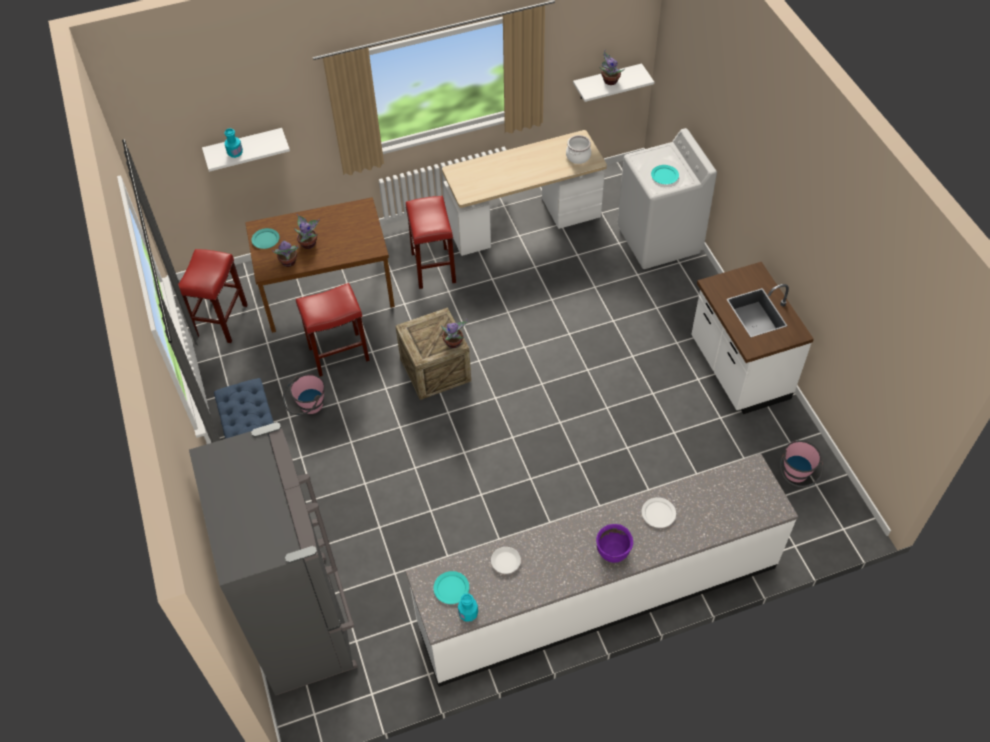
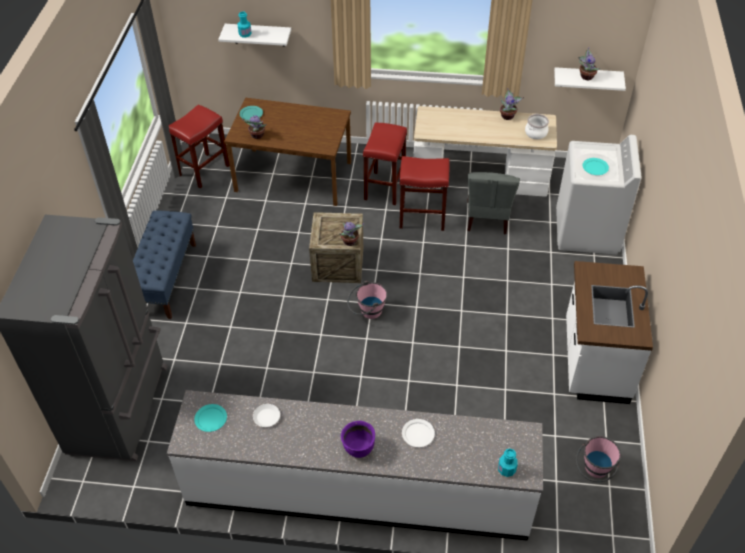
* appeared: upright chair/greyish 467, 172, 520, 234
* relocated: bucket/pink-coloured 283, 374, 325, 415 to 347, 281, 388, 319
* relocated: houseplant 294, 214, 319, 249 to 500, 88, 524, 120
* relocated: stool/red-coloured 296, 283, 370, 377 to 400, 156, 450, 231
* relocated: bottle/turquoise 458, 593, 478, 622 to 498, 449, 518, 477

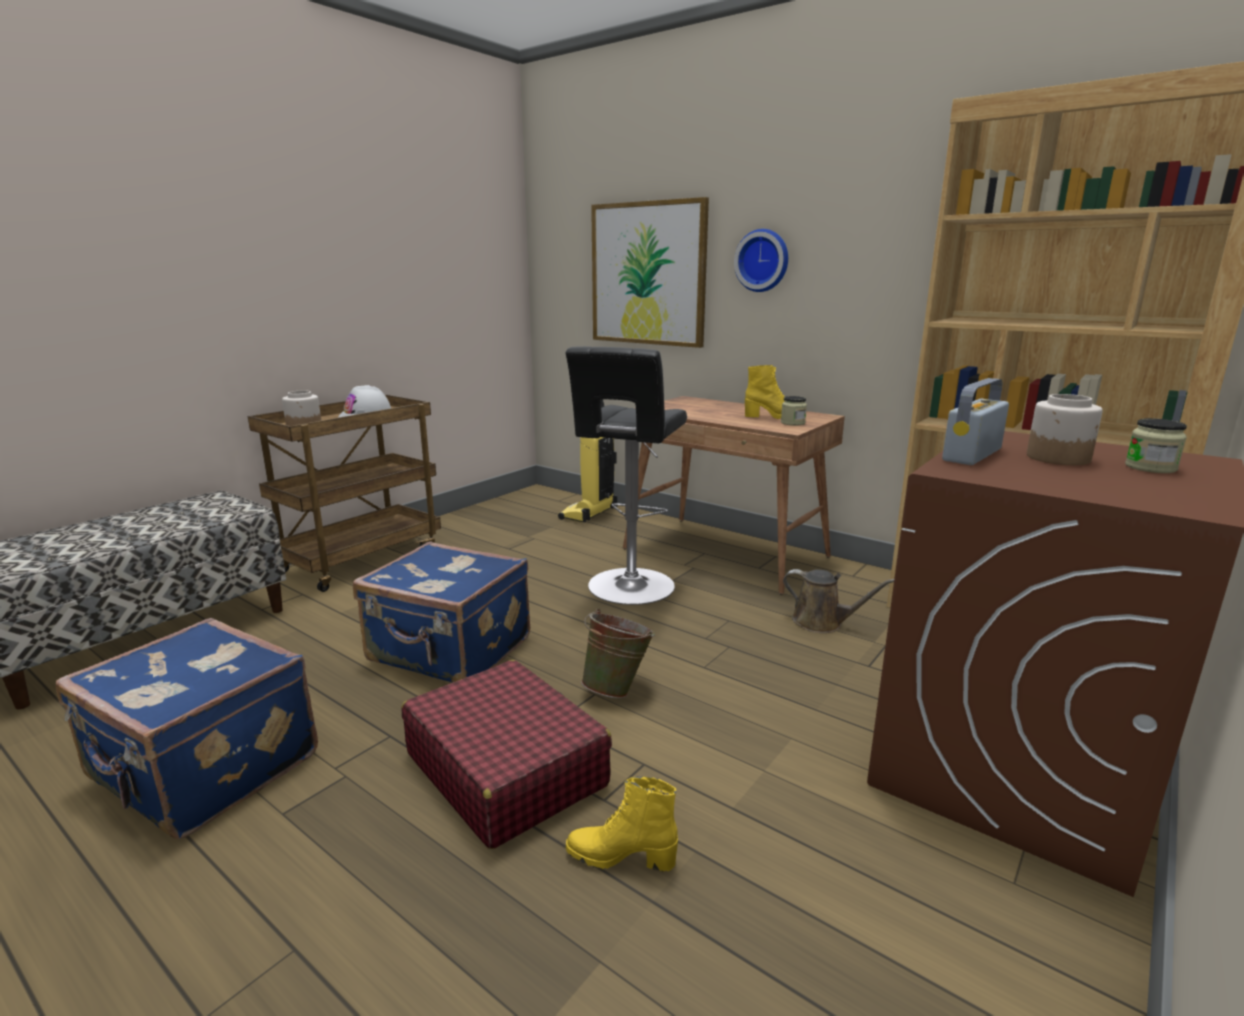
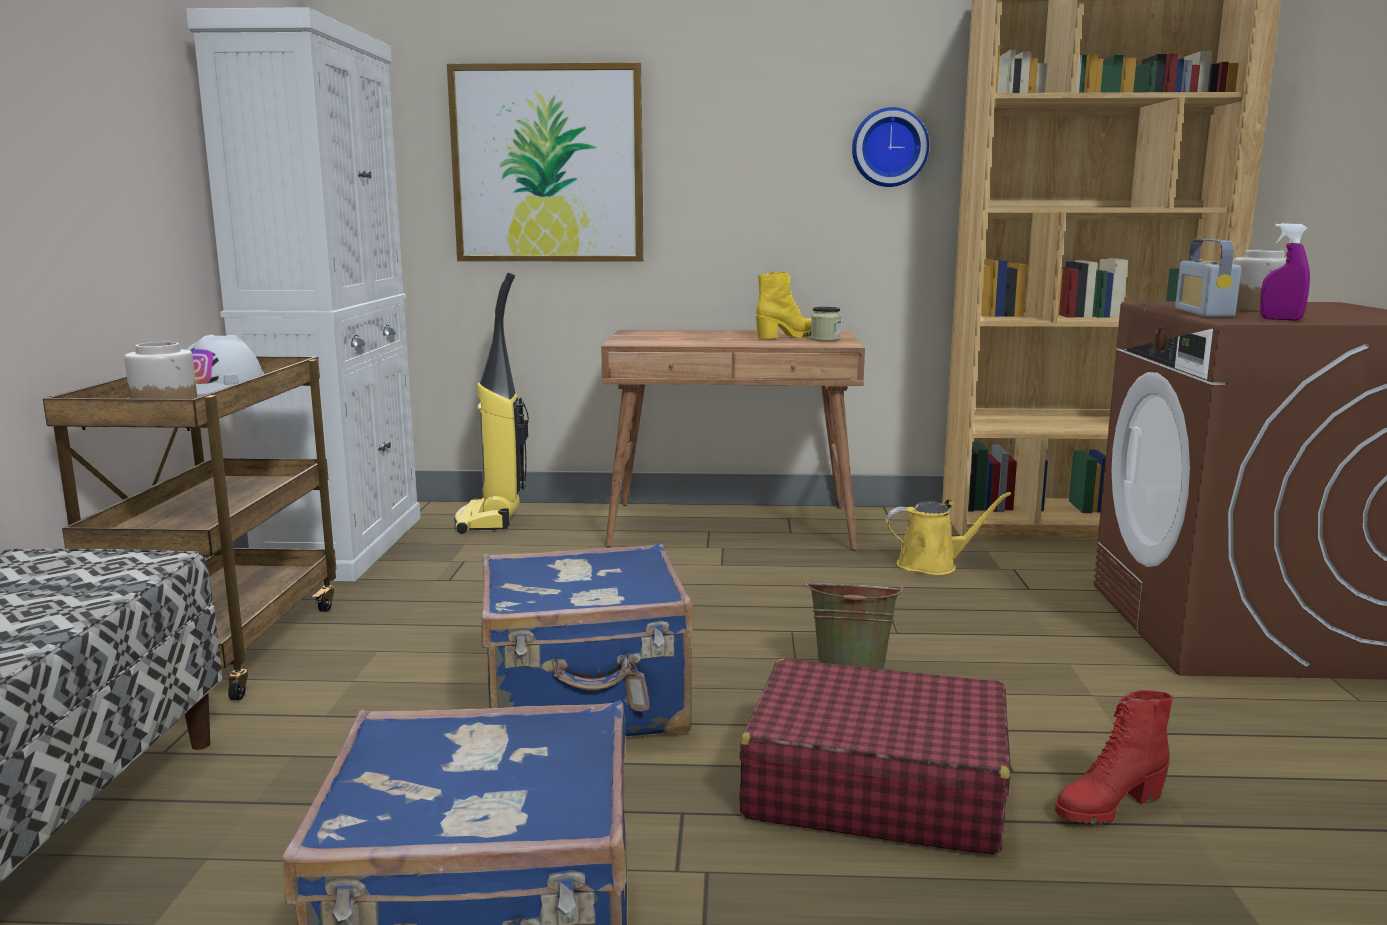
* missing: stool/blackish 566, 346, 687, 605
* missing: jar 1125, 418, 1187, 473
* appeared: cupboard/white-coloured 186, 7, 421, 581
* appeared: hand sprayer/purple-coloured 1260, 223, 1310, 321
* relocated: wall clock 734, 229, 788, 292 to 852, 107, 929, 187
* colour: boot/yellow 566, 776, 678, 872 to boot/red-coloured 1055, 690, 1173, 824
* colour: watering pot/brownish 783, 569, 894, 633 to watering pot/yellow 886, 492, 1011, 575

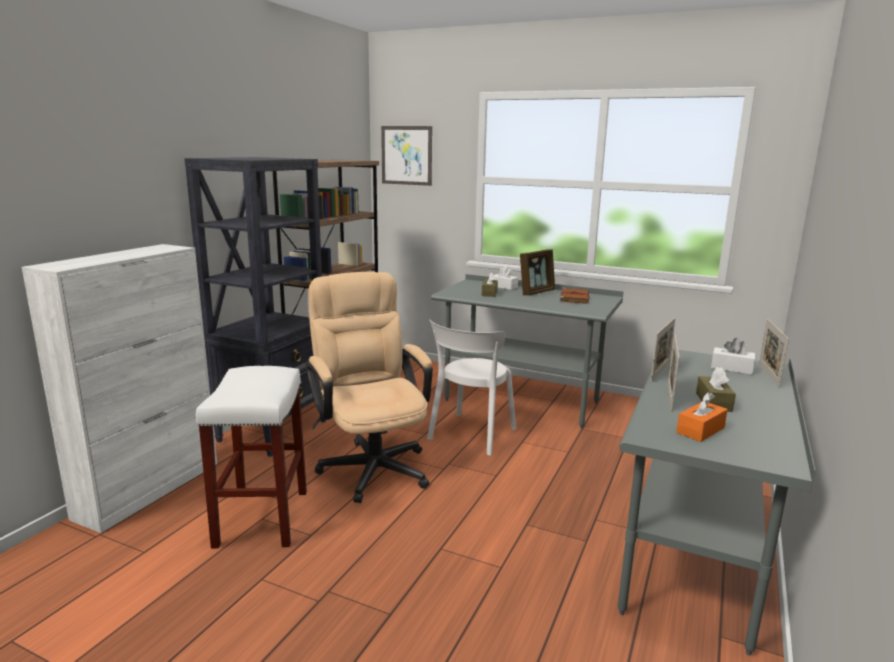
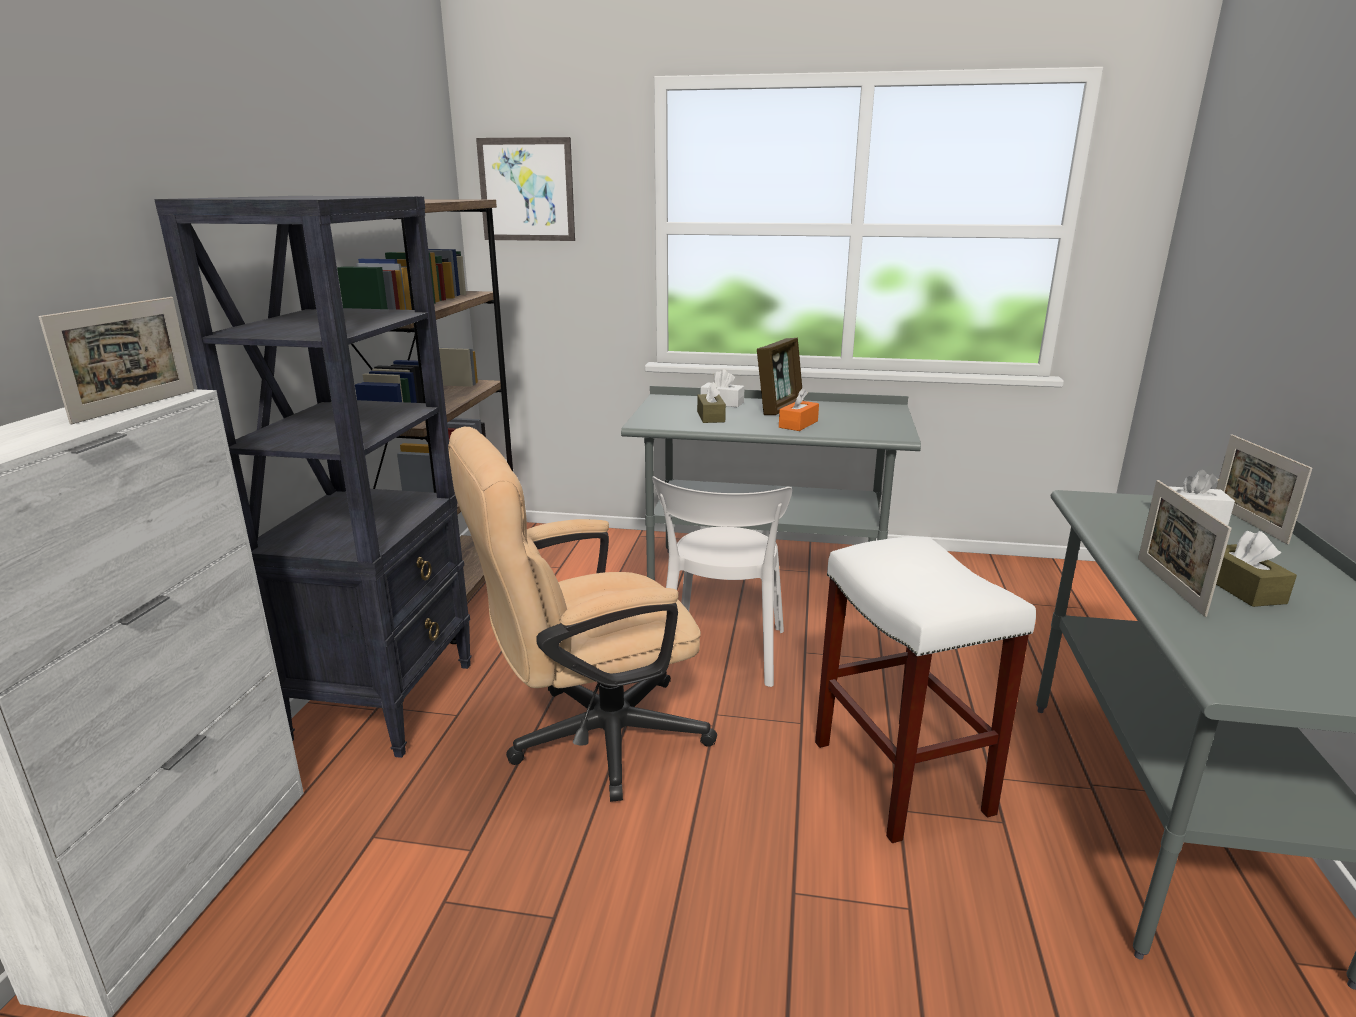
* missing: volume/brownish 559, 288, 589, 304
* relocated: stool/white-coloured 196, 366, 307, 548 to 815, 537, 1036, 843
* relocated: photo frame 651, 318, 675, 382 to 39, 297, 194, 424
* relocated: tissue holder/orangey 676, 392, 728, 442 to 779, 388, 819, 431
* spun: computer chair/beige-coloured 305, 272, 433, 503 = 448, 427, 717, 802 75 degrees counterclockwise

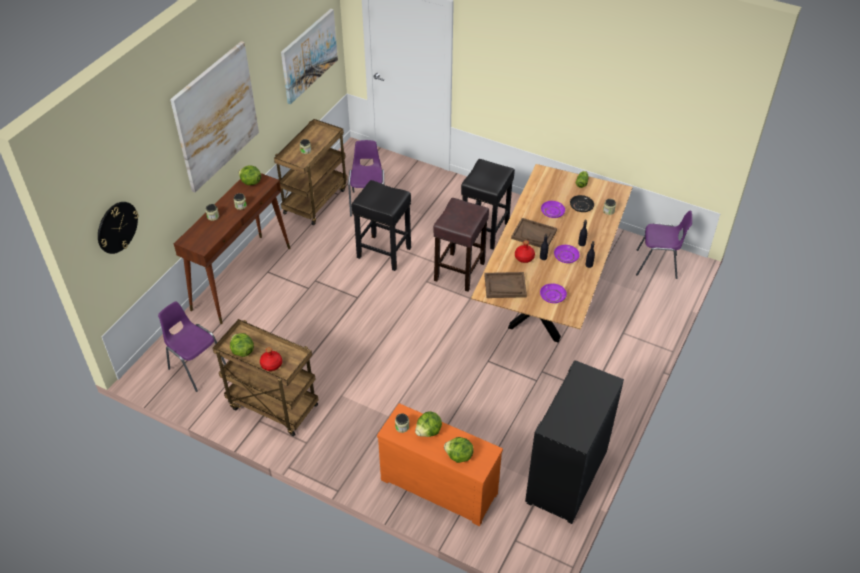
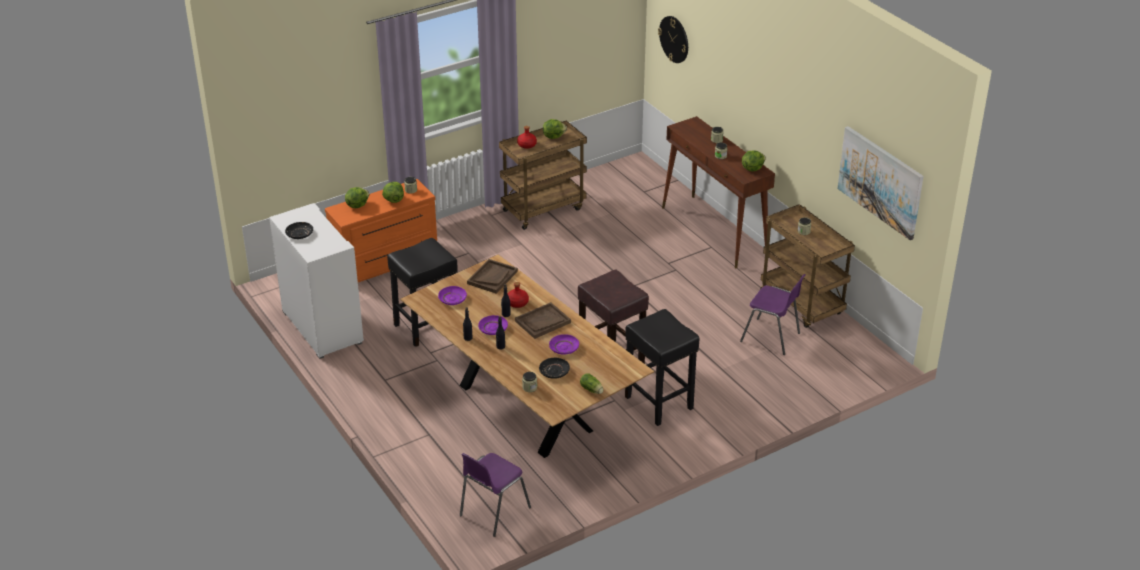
* missing: upright chair/purple-coloured 158, 301, 226, 392
* missing: wall picture 170, 41, 259, 192
* appeared: plate/blackish 285, 222, 313, 239
* relocated: stool/blackish 351, 180, 411, 271 to 387, 238, 457, 347
* colour: cupboard/blackish 525, 360, 624, 524 to cupboard/white-coloured 269, 203, 364, 359

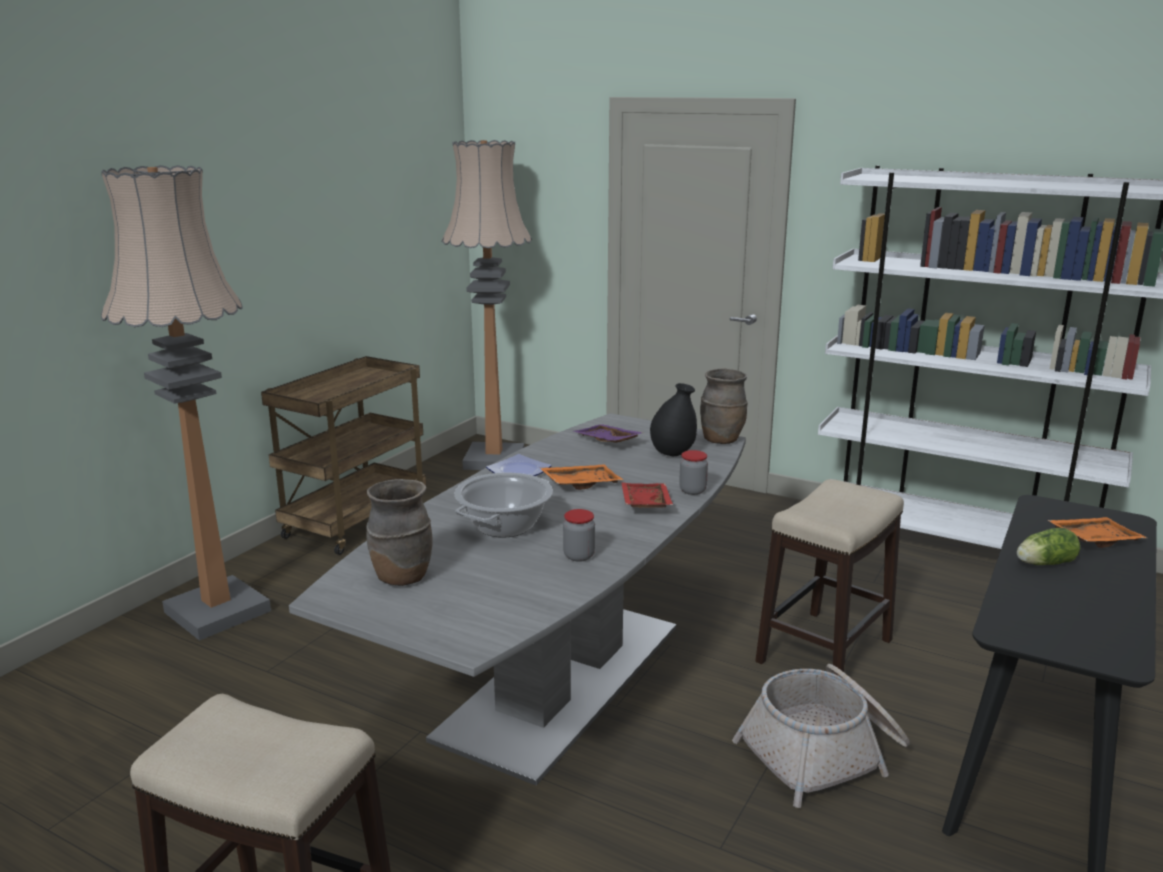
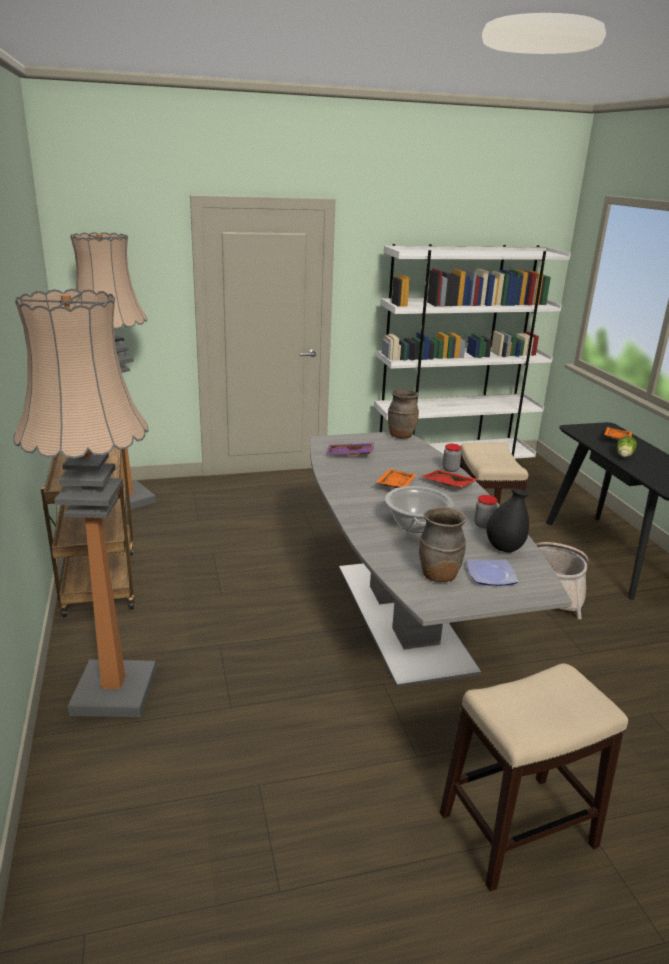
* relocated: plate 486, 454, 551, 476 to 467, 559, 518, 586
* relocated: flower vase/blackish 650, 383, 697, 456 to 486, 488, 529, 553

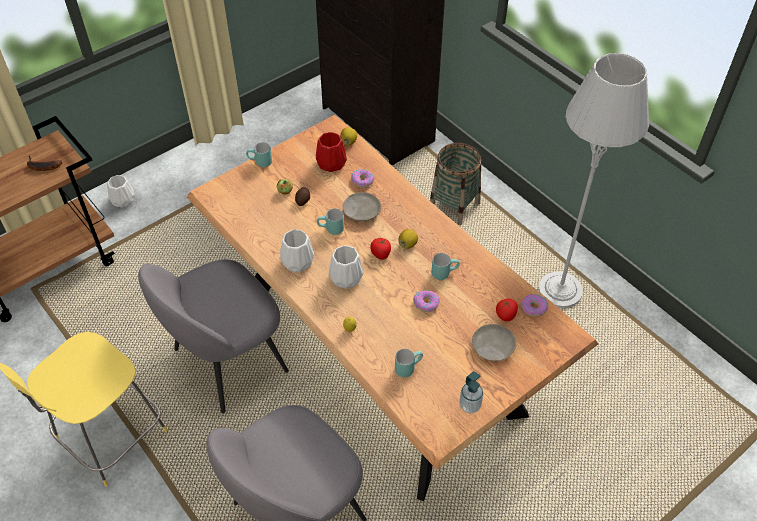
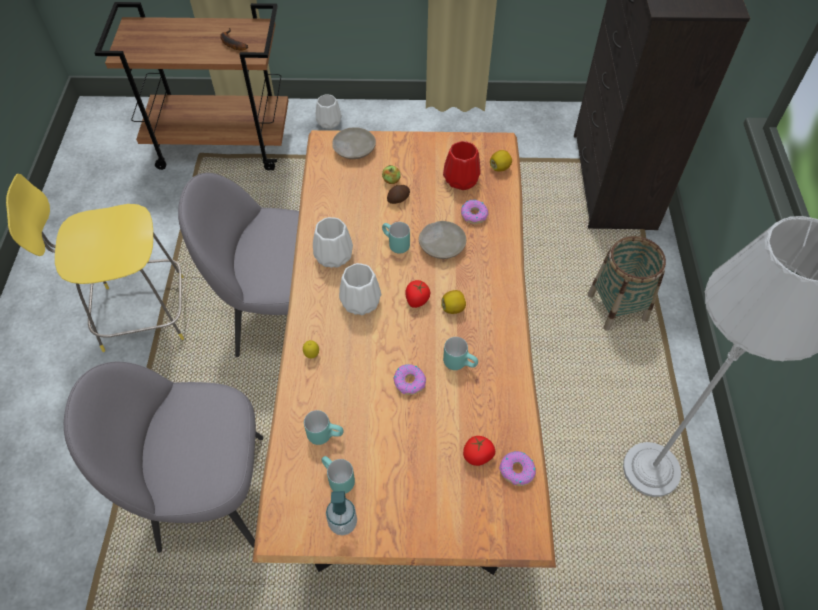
* relocated: mug/turquoise 246, 142, 272, 167 to 321, 456, 355, 494
* relocated: plate/beige-coloured 472, 324, 516, 361 to 332, 127, 376, 159

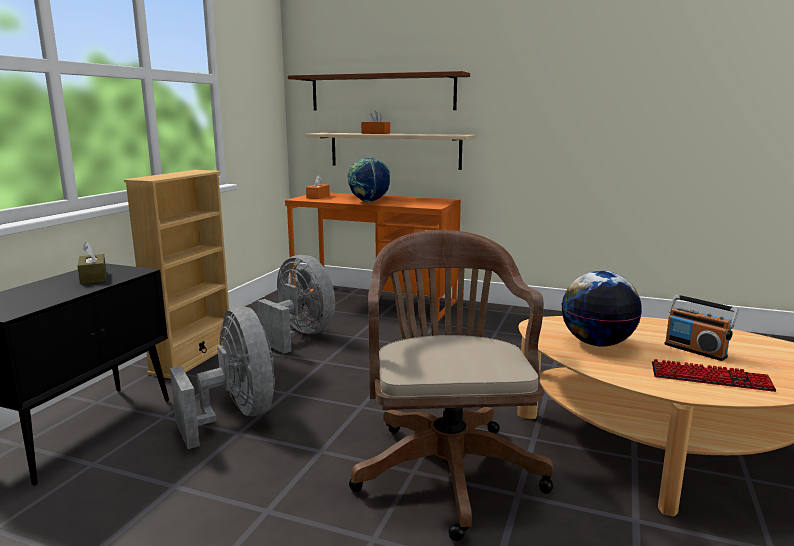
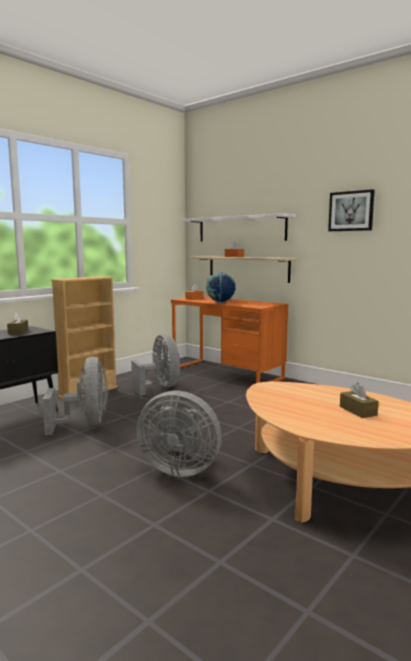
* missing: globe 561, 271, 642, 347
* missing: keyboard 652, 359, 776, 392
* appeared: wall picture 328, 189, 375, 231
* exchanged: computer chair/brownish 349, 230, 553, 541 to electric fan/greyish 136, 391, 222, 477
* exchanged: radio receiver 665, 294, 739, 361 to tissue holder/brownish 340, 382, 379, 418
* colour: shelf/brownish 288, 71, 470, 110 to shelf/white-coloured 182, 213, 296, 242

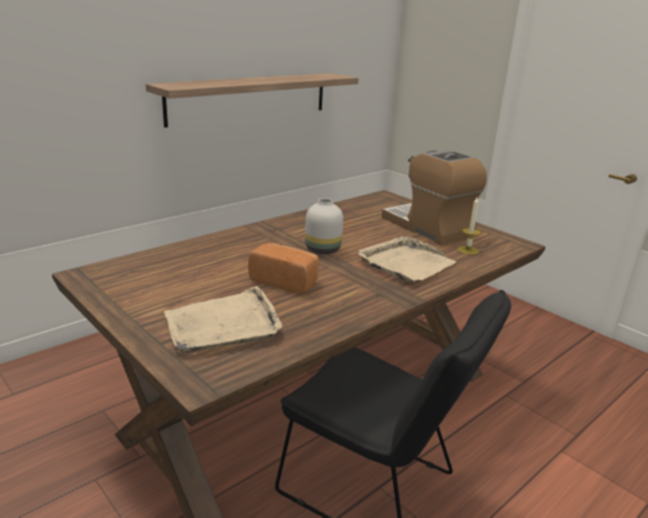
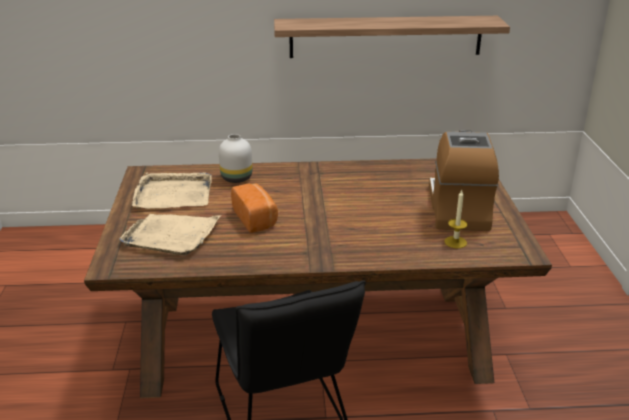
* relocated: flower vase/white-coloured 305, 198, 343, 254 to 219, 134, 252, 183
* relocated: tray/beige-coloured 358, 236, 456, 283 to 132, 172, 212, 209

